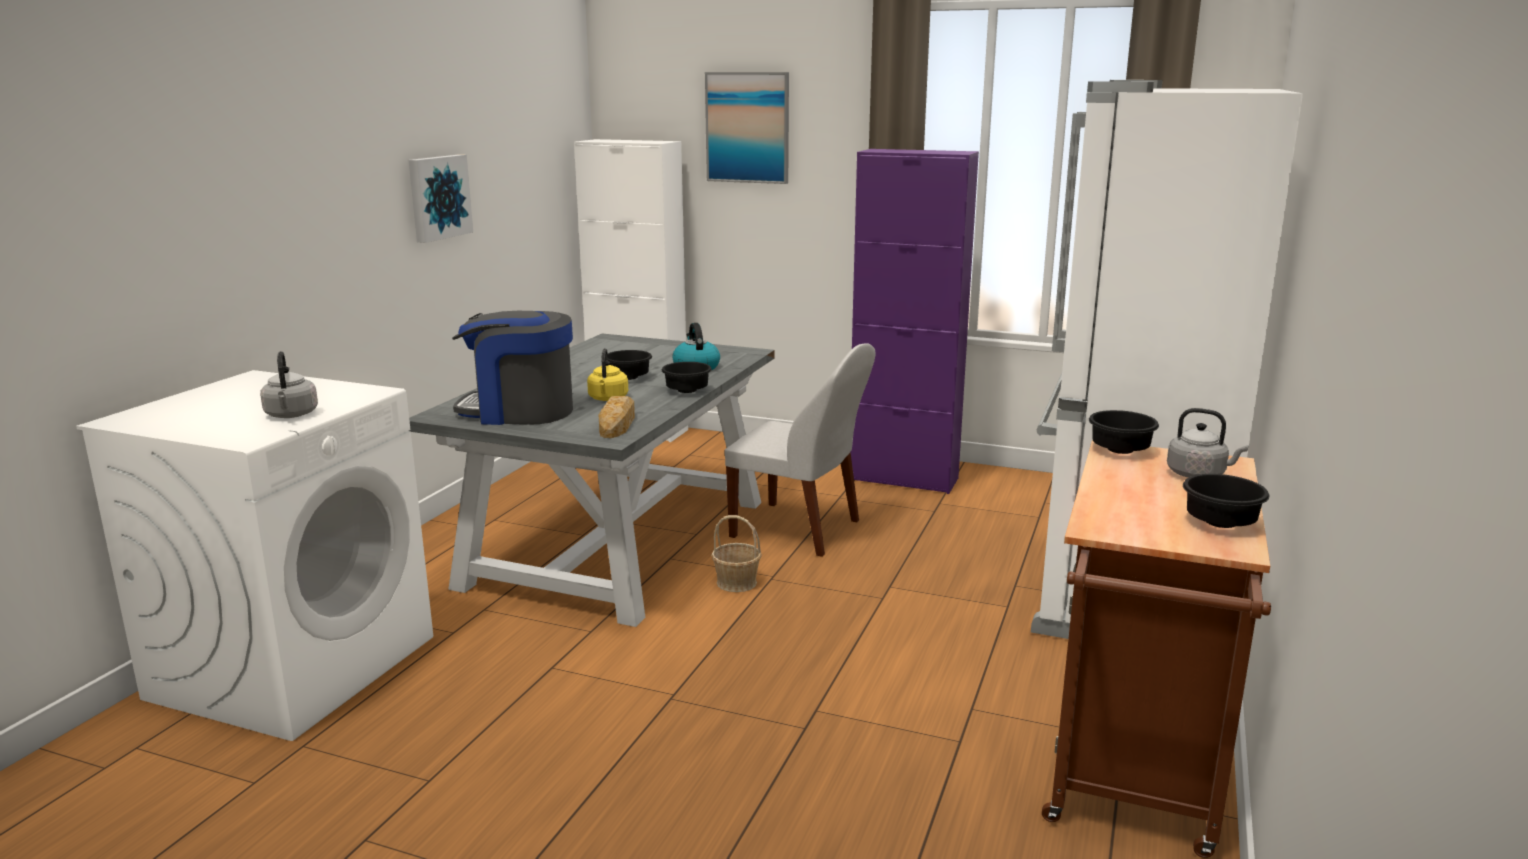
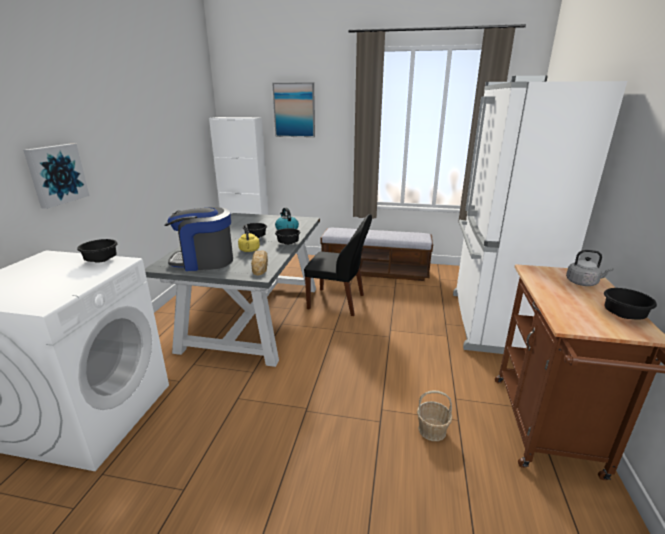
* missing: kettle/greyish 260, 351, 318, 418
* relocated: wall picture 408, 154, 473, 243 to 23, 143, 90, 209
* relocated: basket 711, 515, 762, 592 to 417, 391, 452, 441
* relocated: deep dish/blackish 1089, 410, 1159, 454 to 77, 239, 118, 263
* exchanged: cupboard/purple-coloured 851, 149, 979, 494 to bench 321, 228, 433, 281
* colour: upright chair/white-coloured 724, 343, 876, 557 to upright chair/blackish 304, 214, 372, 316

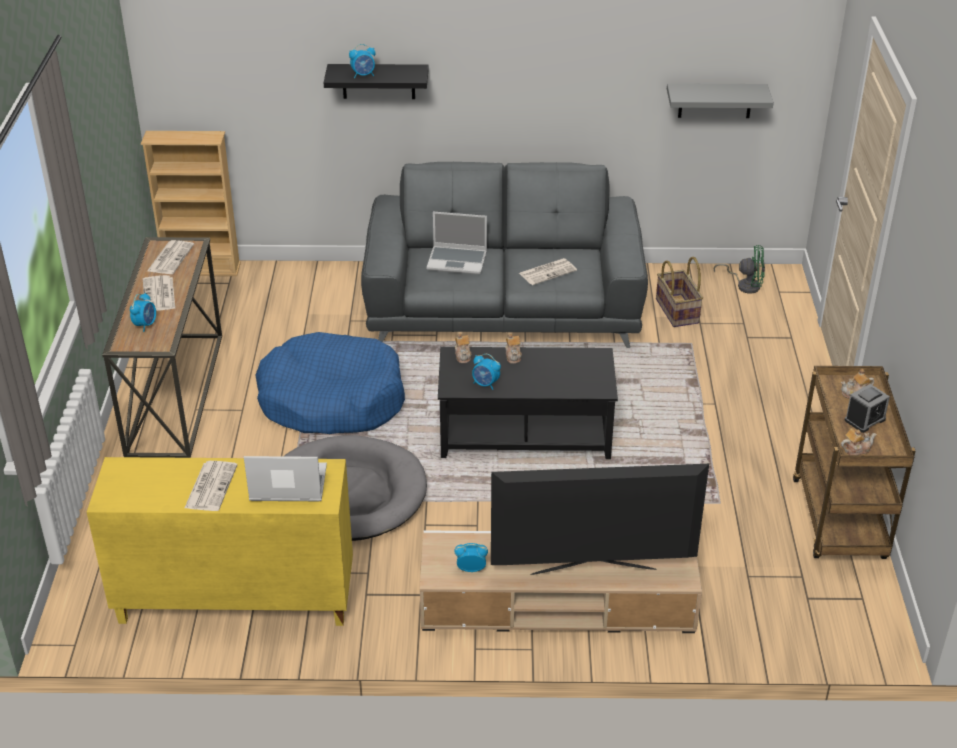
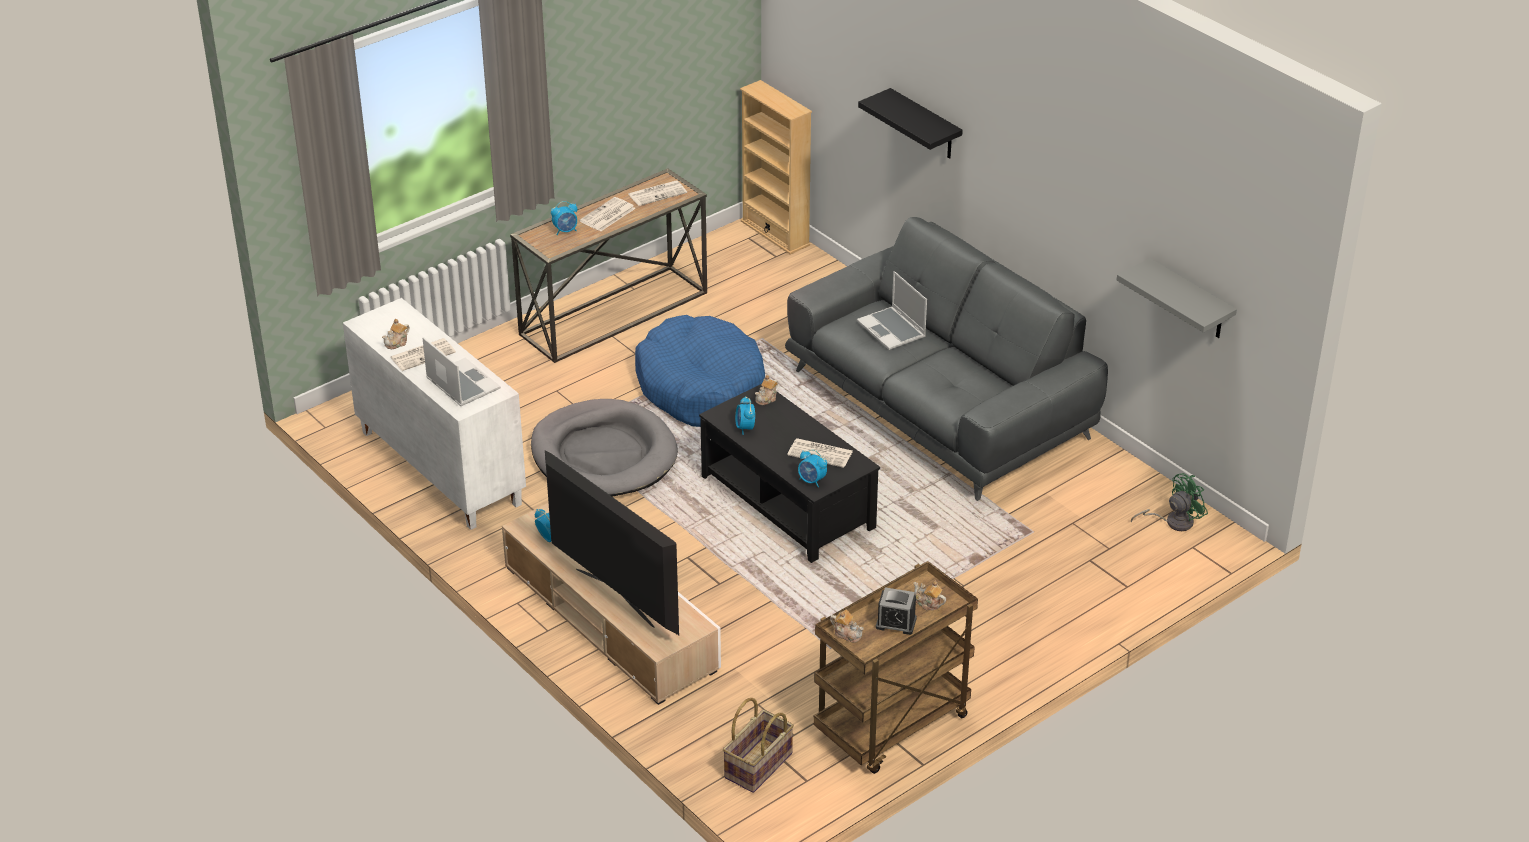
* relocated: alarm clock 349, 44, 376, 78 to 798, 450, 827, 487
* relocated: tea pot 505, 333, 522, 364 to 382, 319, 410, 349
* relocated: newspaper 519, 258, 577, 285 to 787, 438, 853, 468
* relocated: basket 656, 257, 703, 327 to 723, 698, 794, 793
* colour: cupboard/yellow 87, 457, 353, 626 to cupboard/white-coloured 343, 298, 526, 530
* spun: electric fan/green 714, 245, 765, 294 = 1131, 473, 1208, 531 90 degrees counterclockwise

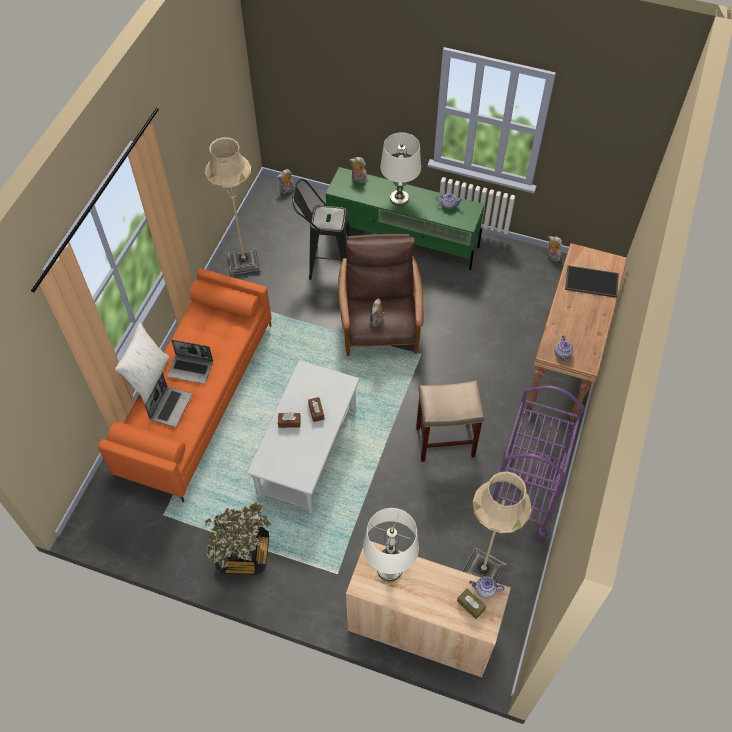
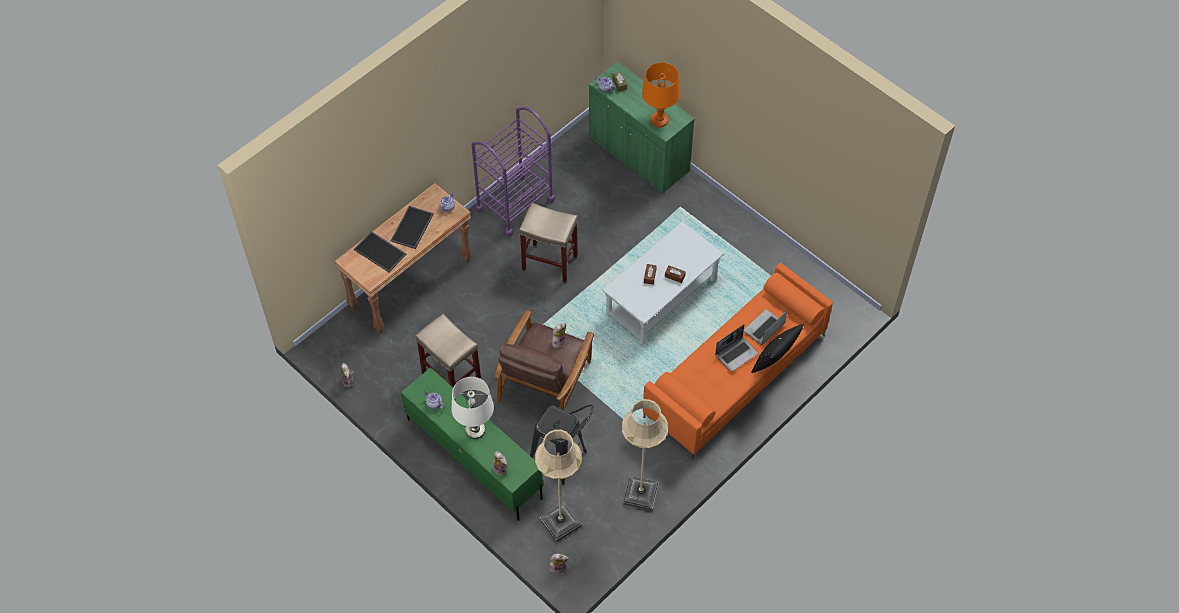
* missing: houseplant 205, 502, 271, 575
* appeared: tray 391, 206, 434, 249
* appeared: stool/beige-coloured 415, 314, 481, 387
* relocated: floor lamp/beige-coloured 462, 472, 532, 583 to 535, 430, 582, 542
* colour: cushion/white-coloured 115, 322, 170, 404 to cushion/blackish 751, 324, 804, 373
* colour: cupboard/beige-coloured 346, 541, 511, 678 to cupboard/green 589, 62, 695, 194
* colour: tabletop lamp/white-coloured 363, 508, 419, 581 to tabletop lamp/orangey 642, 62, 680, 127
* spun: portable computer 167, 340, 213, 384 = 715, 324, 758, 372 105 degrees clockwise

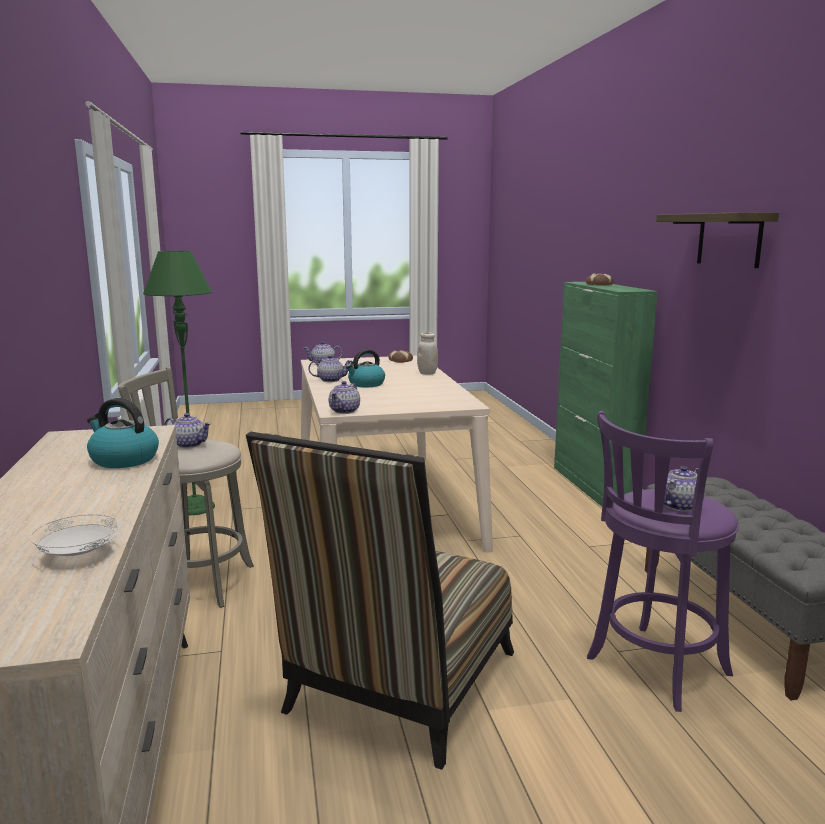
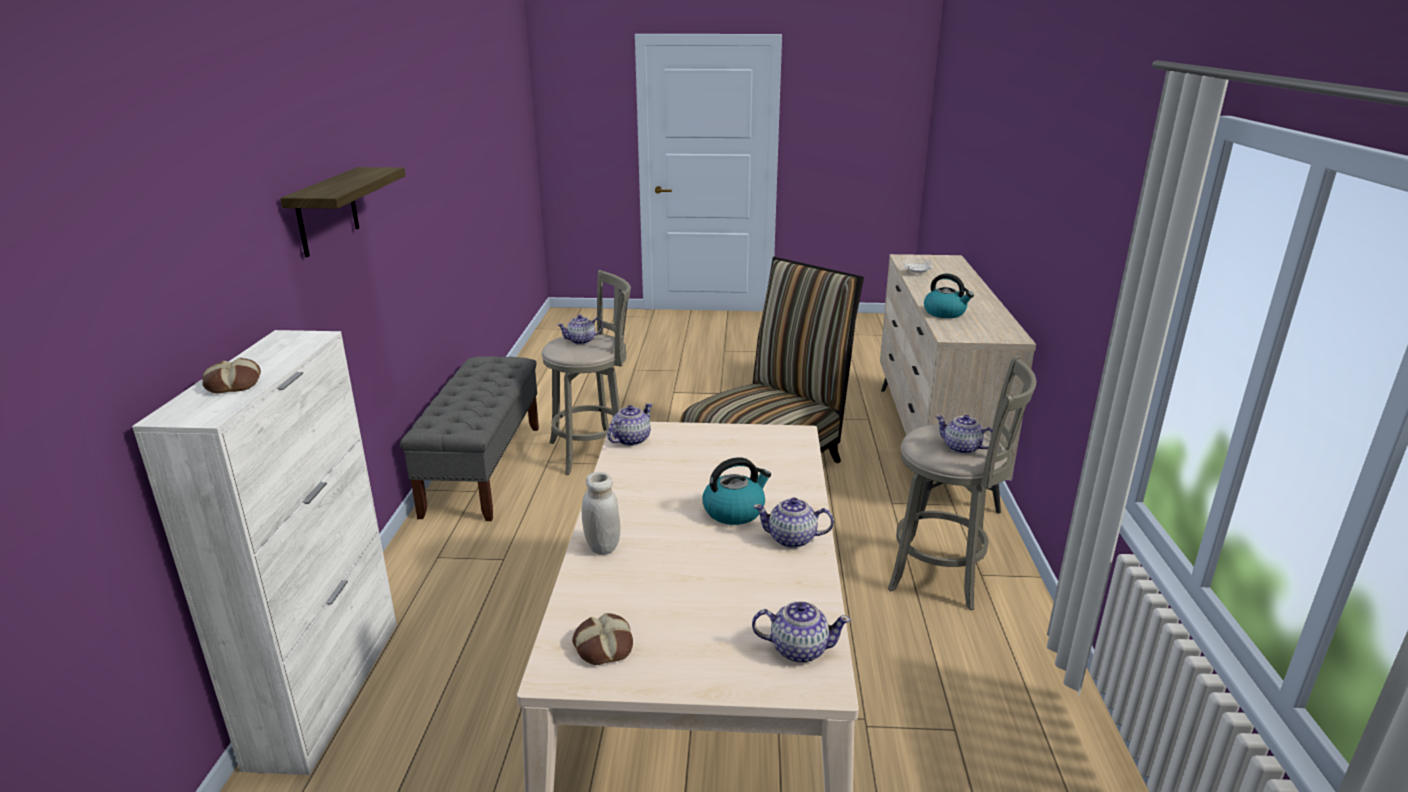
* missing: floor lamp/green 143, 251, 215, 515
* relocated: tea pot 329, 381, 360, 414 to 607, 403, 653, 446
* colour: cupboard/green 554, 282, 658, 507 to cupboard/white-coloured 132, 330, 397, 775
* colour: stool/purple-coloured 587, 411, 739, 712 to stool/greyish 542, 270, 631, 475

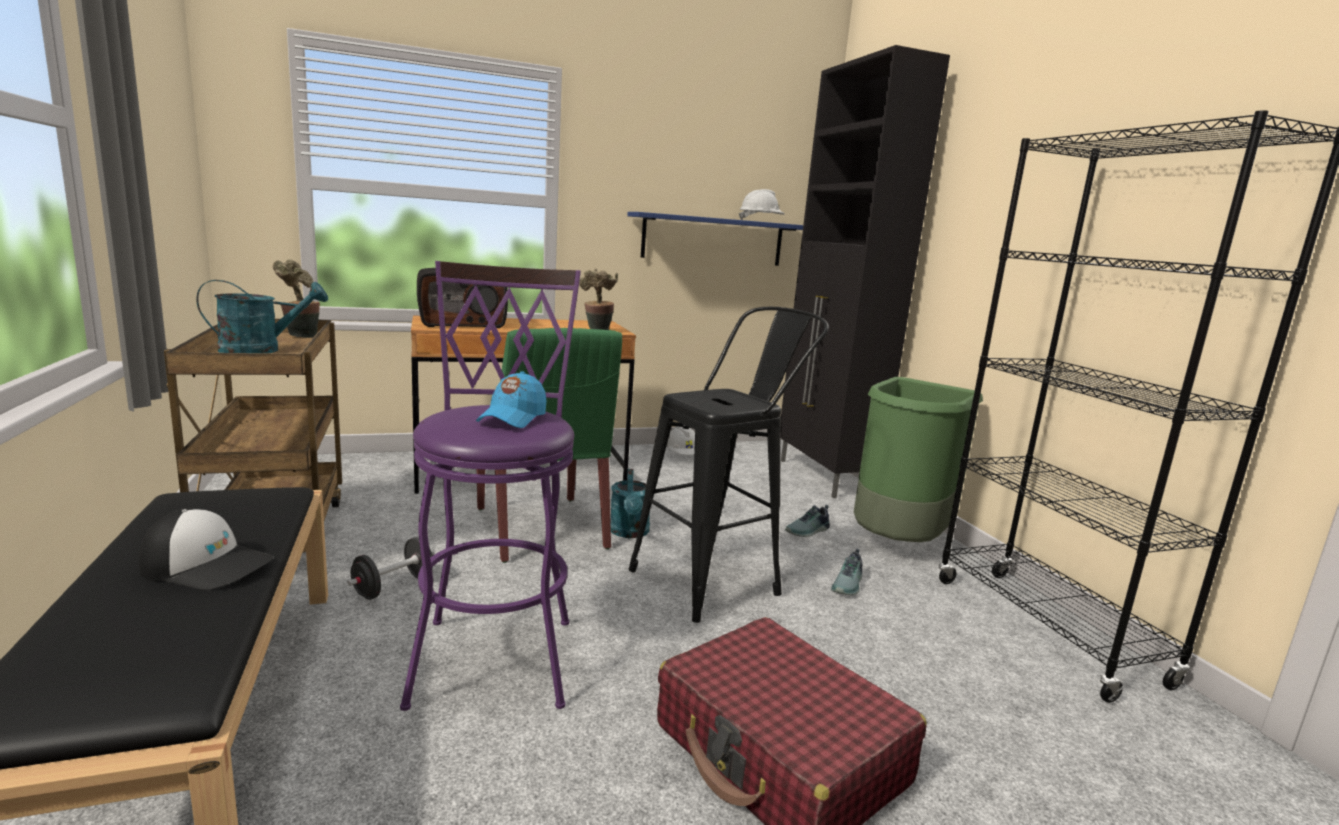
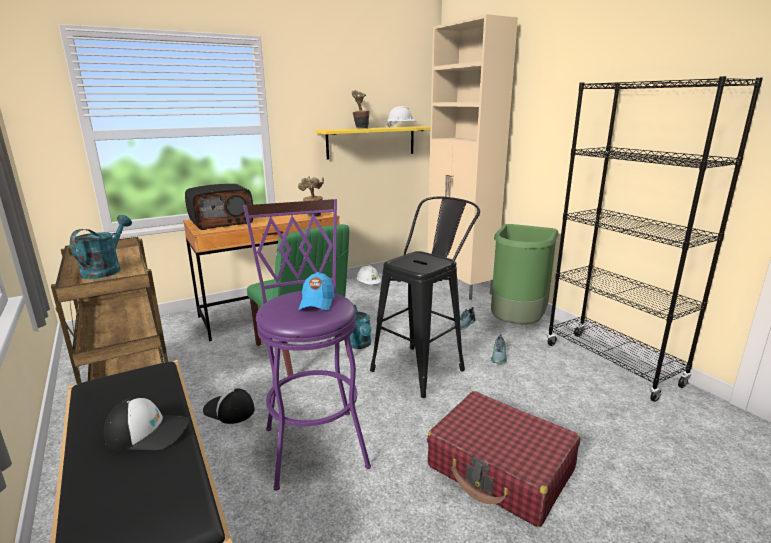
* relocated: houseplant 273, 259, 320, 338 to 352, 90, 370, 128
* exchanged: hand weight/blackish 348, 537, 435, 600 to peaked cap 203, 389, 255, 424
* colour: shelf/blue-coloured 627, 212, 803, 266 to shelf/yellow 315, 126, 431, 159
* colour: cupboard/blackish 781, 45, 950, 498 to cupboard/beige-coloured 427, 14, 518, 300
* spun: watering pot/turquoise 196, 280, 328, 353 = 70, 215, 132, 279 45 degrees counterclockwise

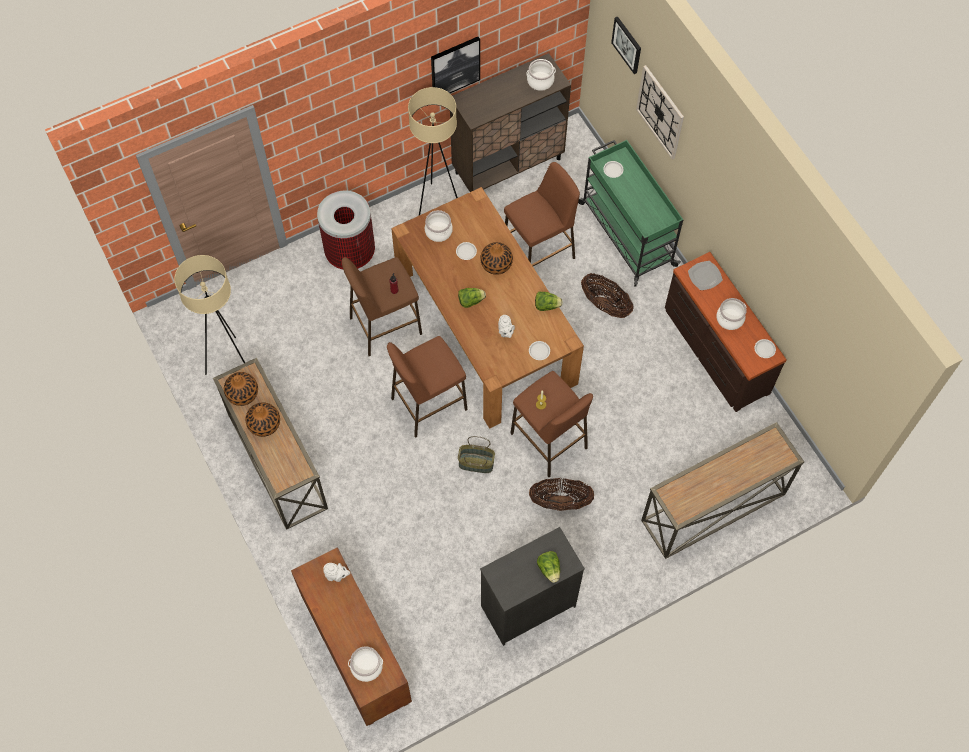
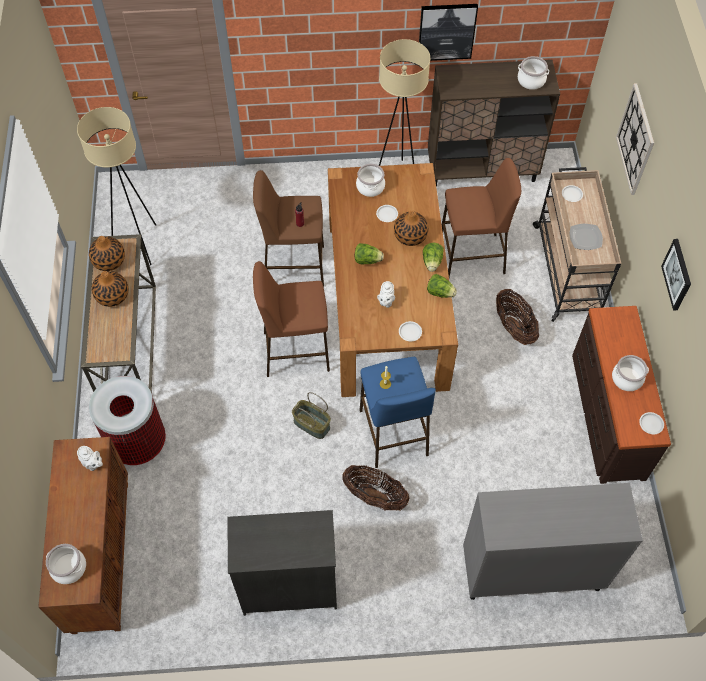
* relocated: rubbish bin 317, 190, 375, 270 to 89, 376, 166, 465
* relocated: head of lettuce 537, 551, 560, 583 to 423, 243, 444, 272
* relocated: wall picture 611, 16, 641, 74 to 661, 239, 691, 311
* relocated: plate 688, 261, 723, 290 to 569, 224, 603, 250
* exchanged: hall table 641, 422, 804, 559 to cupboard/greyish 463, 483, 643, 600
* colour: stool/brownish 510, 371, 593, 477 to stool/blue-coloured 360, 357, 436, 468
* colour: cart/green 578, 140, 683, 287 to cart/beige-coloured 533, 167, 621, 322

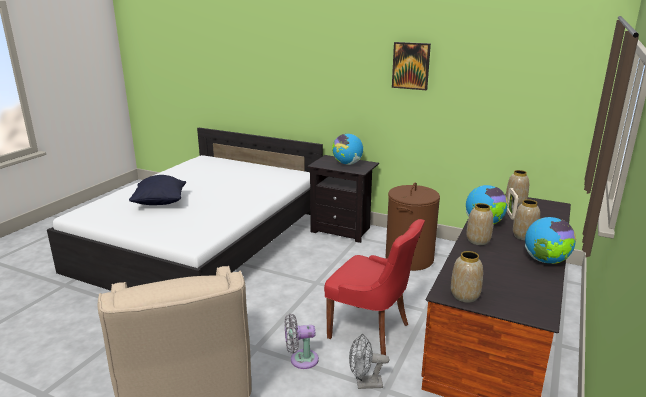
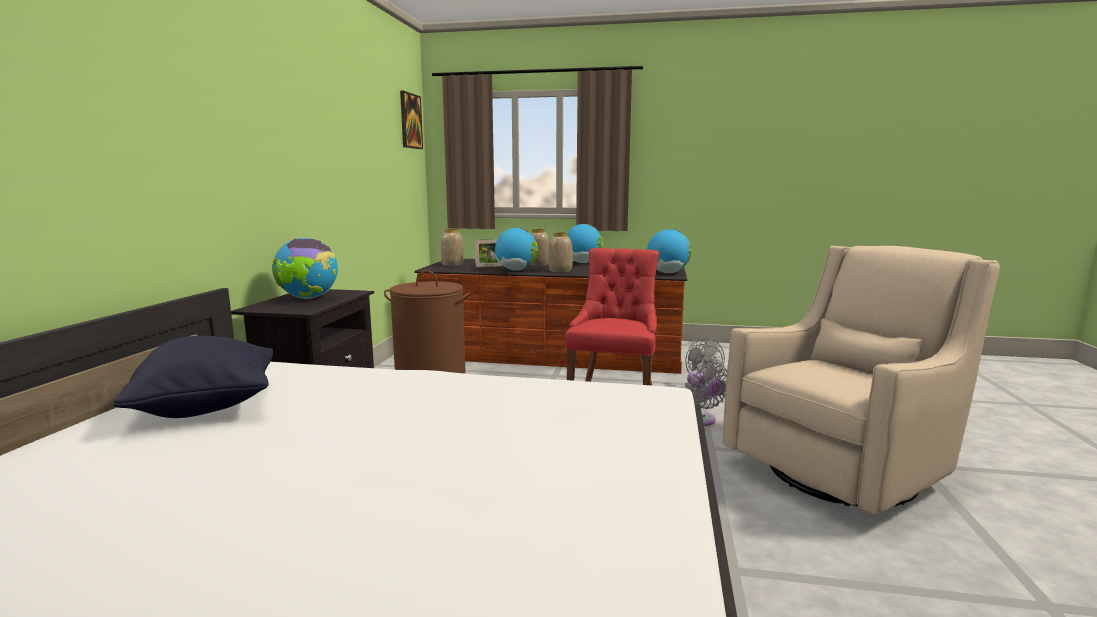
* relocated: cushion/blackish 129, 175, 186, 205 to 113, 336, 273, 418
* relocated: wall picture 392, 42, 431, 90 to 400, 91, 423, 149
* exchanged: flower vase 451, 251, 483, 303 to globe 647, 229, 692, 273

